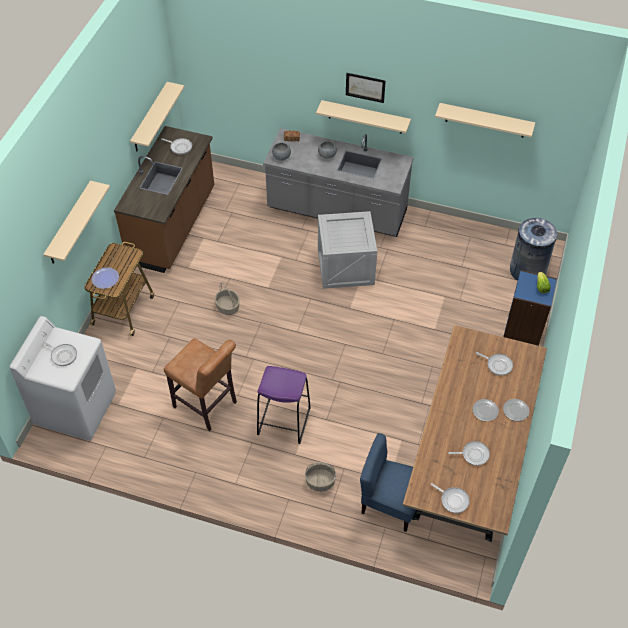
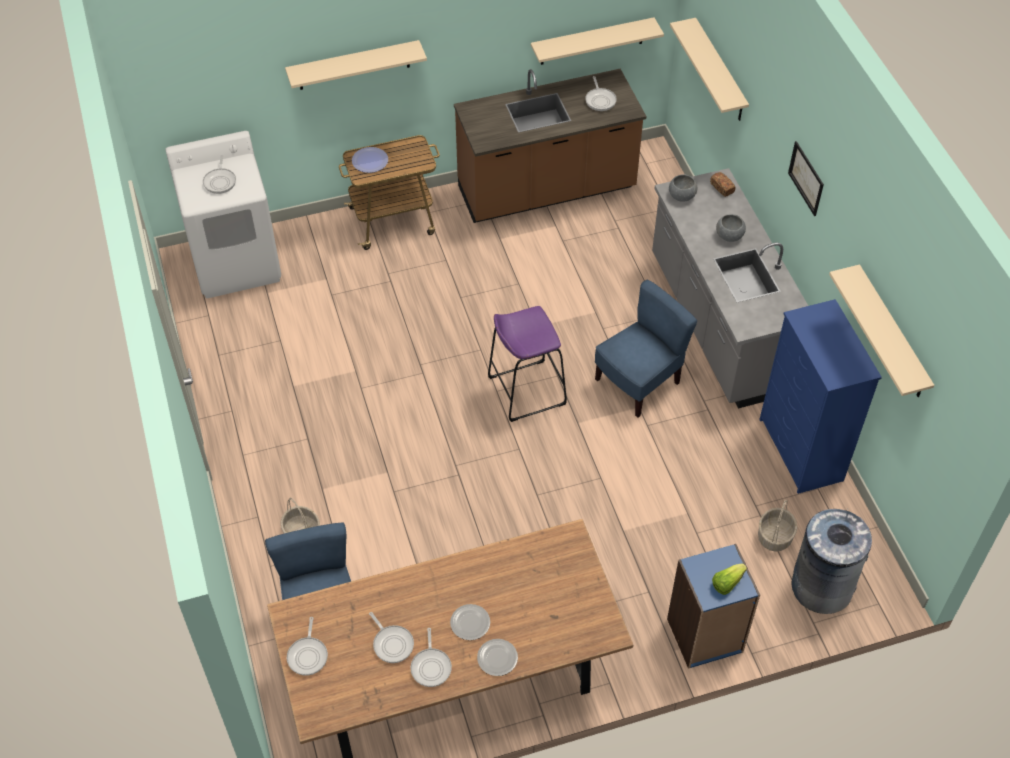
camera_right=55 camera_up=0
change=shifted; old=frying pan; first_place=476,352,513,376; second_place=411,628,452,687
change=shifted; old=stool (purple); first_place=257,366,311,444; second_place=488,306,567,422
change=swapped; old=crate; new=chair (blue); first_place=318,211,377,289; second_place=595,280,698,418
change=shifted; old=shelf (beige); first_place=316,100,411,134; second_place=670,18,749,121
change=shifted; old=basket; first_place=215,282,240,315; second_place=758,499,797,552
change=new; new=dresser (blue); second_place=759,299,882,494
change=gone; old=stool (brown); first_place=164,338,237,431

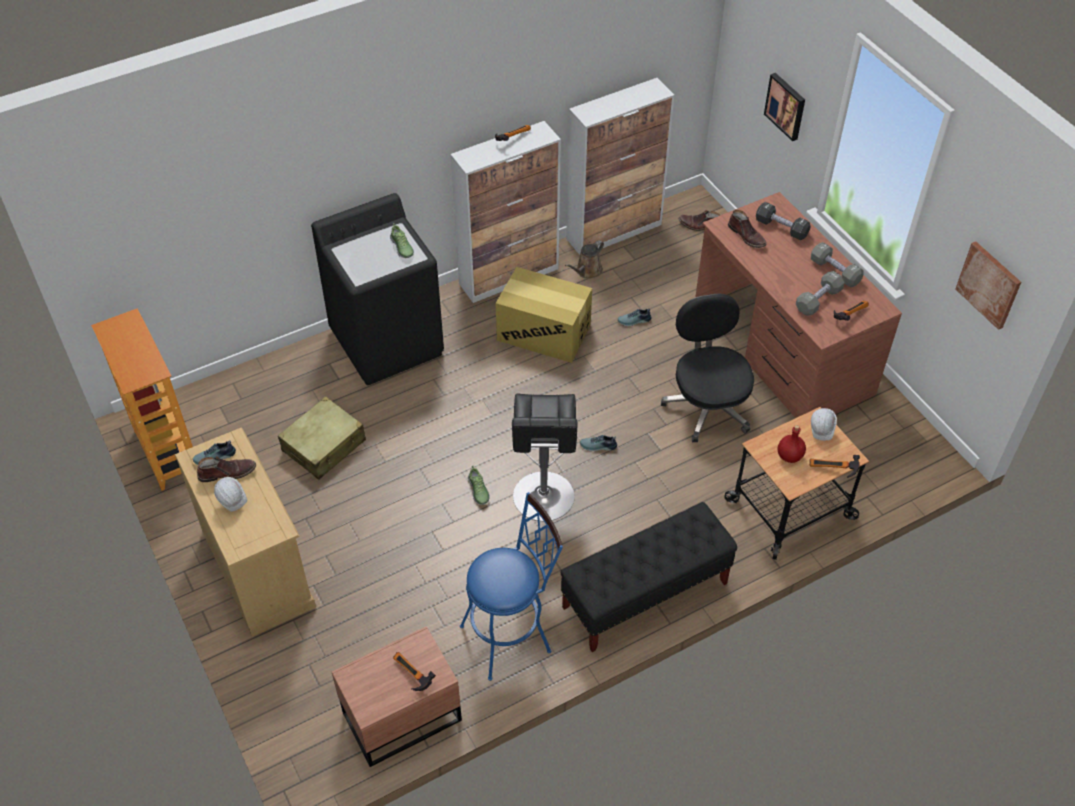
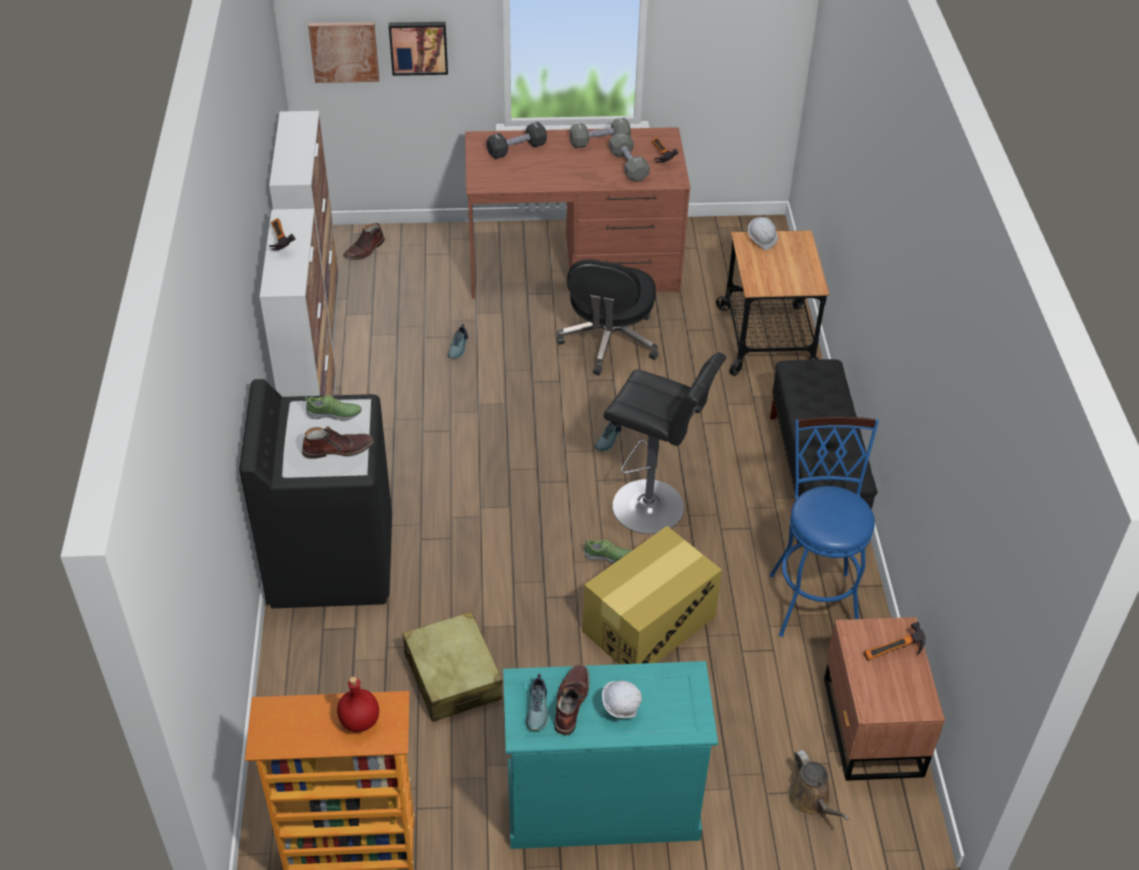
camera_right=-65 camera_up=-5
change=shifted; old=boot (brown); first_place=728,210,766,248; second_place=302,426,374,459
change=shifted; old=picture; first_place=955,241,1021,330; second_place=308,22,379,83
change=shifted; old=bottle (red); first_place=777,425,806,463; second_place=337,676,379,732
change=repainted; old=dresser (beige); new=dresser (turquoise); first_place=175,428,316,637; second_place=503,661,718,849
change=rotated; old=office chair (black); first_place=661,294,754,442; second_place=557,259,659,376; degrees=-90
change=shifted; old=cardboard box; first_place=496,267,592,363; second_place=583,526,722,664
change=shifted; old=watering can (brown); first_place=565,240,604,279; second_place=788,750,849,821
change=gone; old=hammer; first_place=809,455,860,478

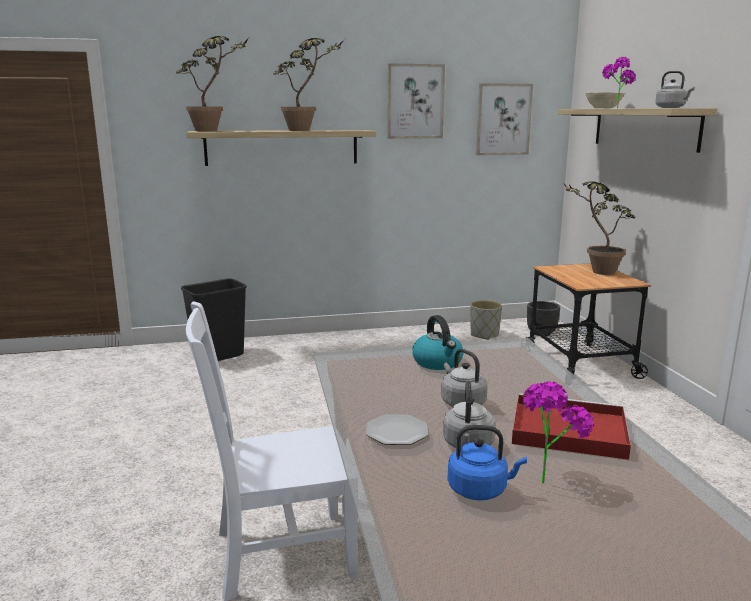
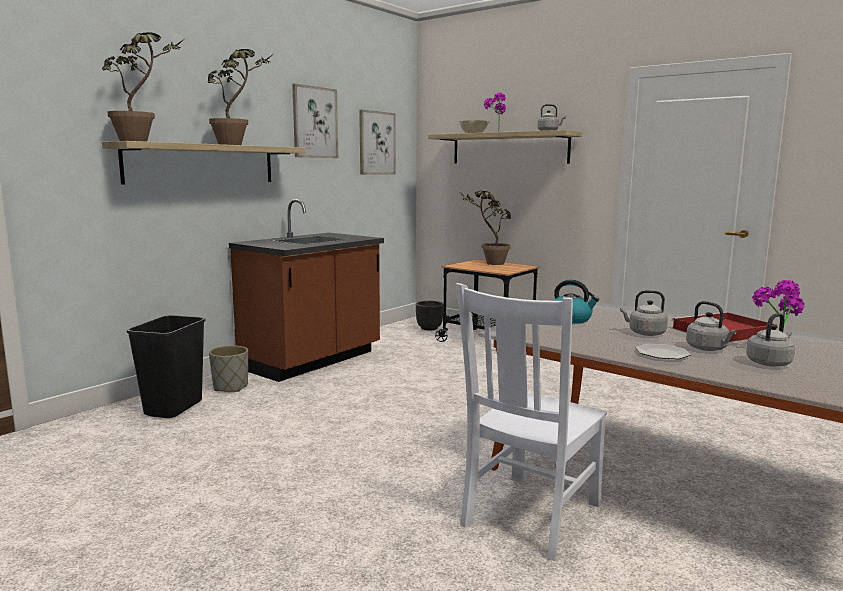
camera_right=-40 camera_up=-5
change=shifted; old=planter (grey); first_place=470,300,502,340; second_place=209,346,248,392
change=new; new=counter (brown); second_place=229,199,384,382
change=repainted; old=kettle (blue); new=kettle (grey); first_place=448,425,527,501; second_place=746,313,795,367

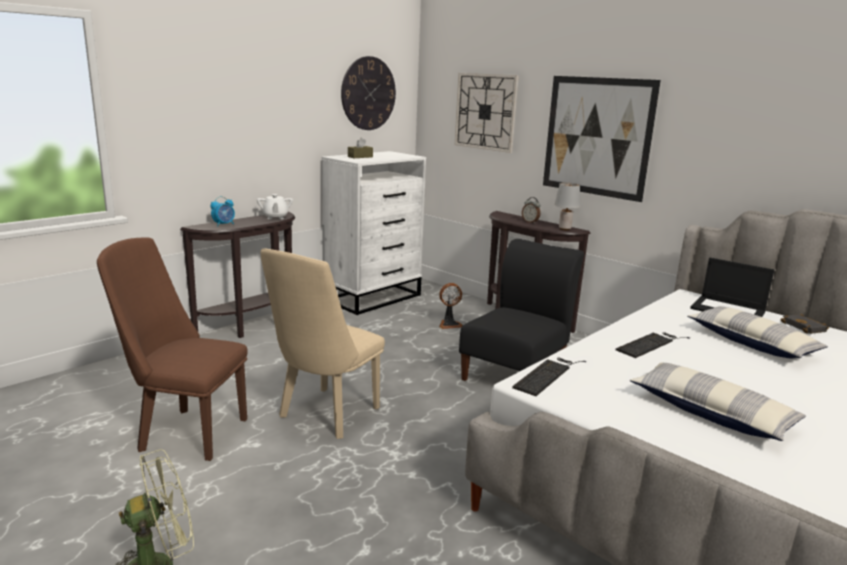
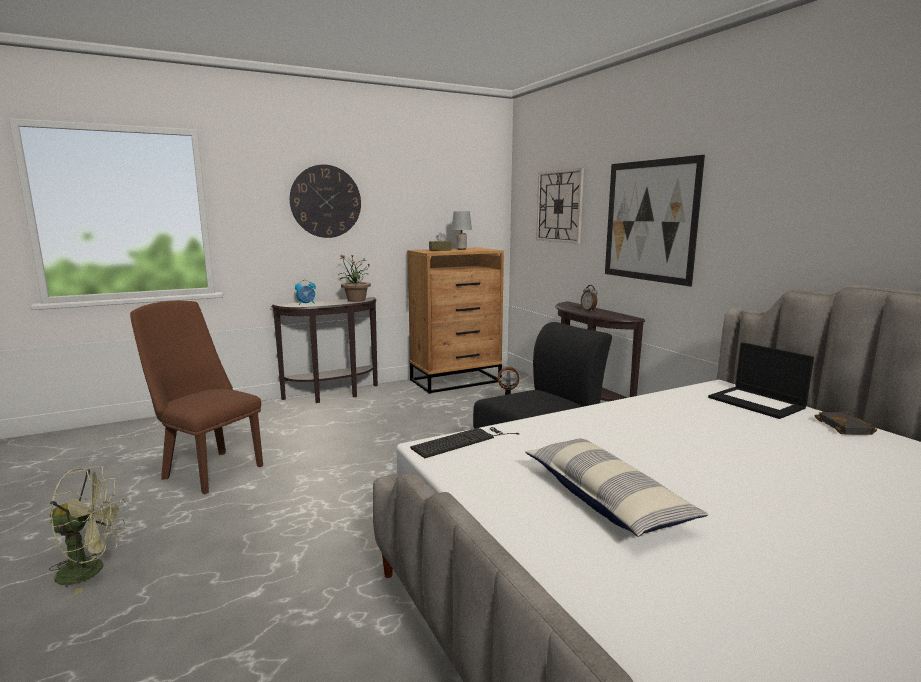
camera_right=20 camera_up=-5
change=shifted; old=wall clock; first_place=341,56,396,130; second_place=290,164,361,238
change=swapped; old=teapot (white); new=potted plant; first_place=257,194,293,219; second_place=338,255,371,302
change=repainted; old=dresser (white); new=dresser (brown); first_place=322,151,426,315; second_place=407,248,504,394
change=shifted; old=table lamp (grey); first_place=555,183,580,230; second_place=451,212,472,250
change=gone; old=chair (beige); first_place=261,248,385,439
change=gone; old=keyboard; first_place=616,332,690,358
change=gone; old=pillow; first_place=688,306,828,358

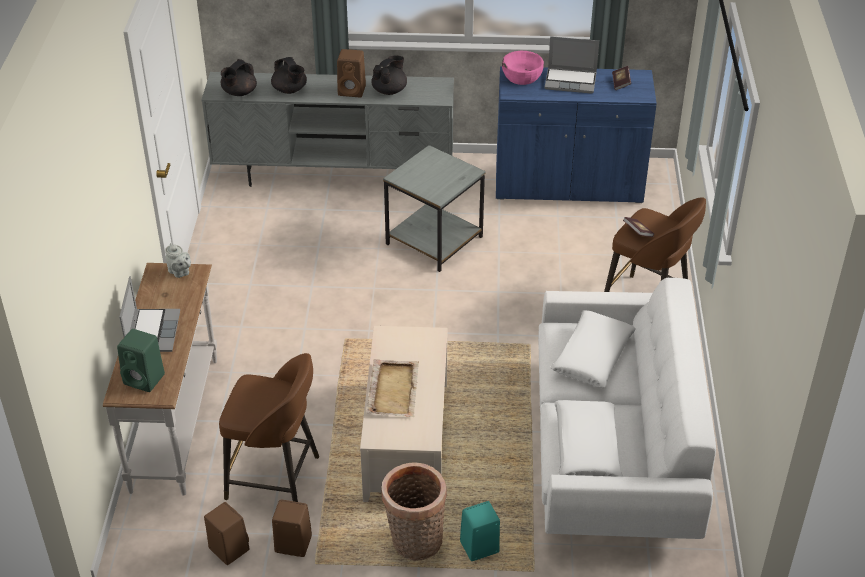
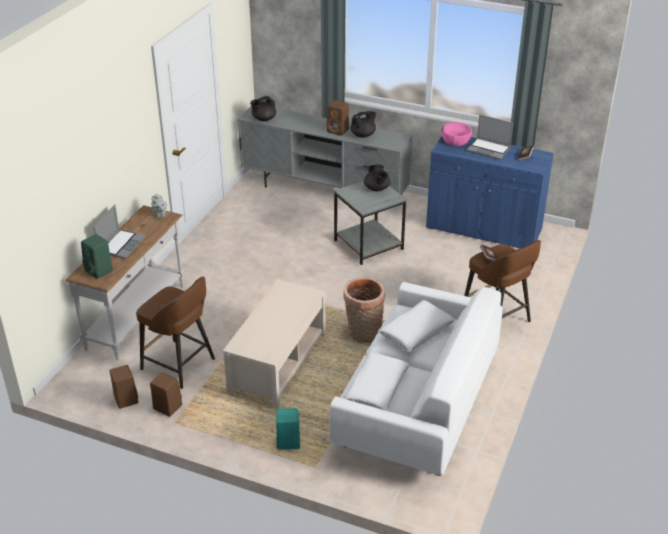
camera_right=20 camera_up=-5
change=shifted; old=basket; first_place=381,462,447,561; second_place=343,277,385,343
change=shifted; old=teapot (black); first_place=271,57,307,94; second_place=364,164,391,191
change=gone; old=tray (beige); first_place=367,359,419,417

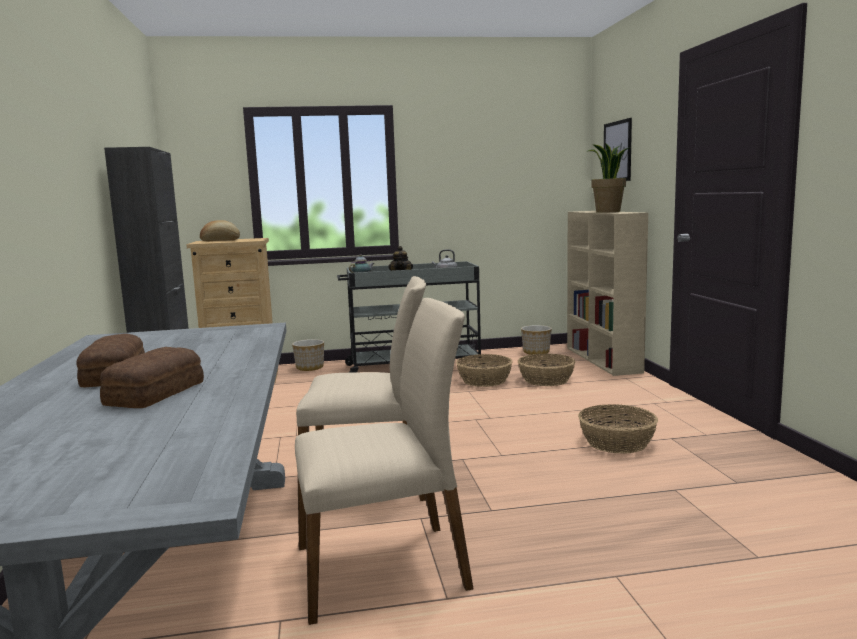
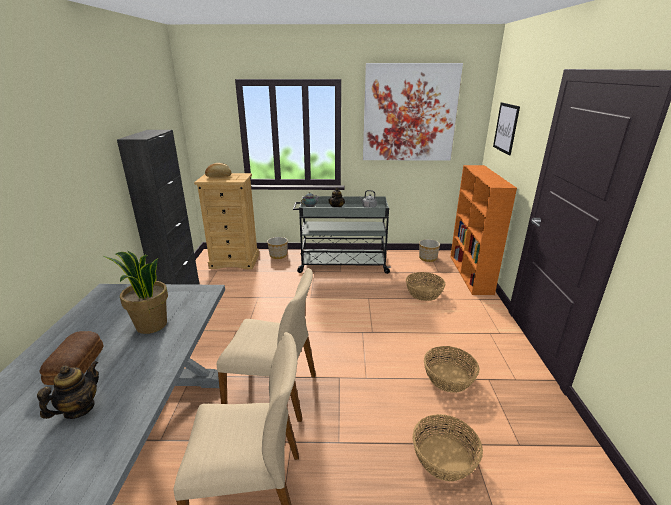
camera_right=10 camera_up=15
change=swapped; old=bread; new=teapot; first_place=100,347,204,408; second_place=37,361,99,419
change=shifted; old=potted plant; first_place=587,143,631,213; second_place=103,251,168,334
change=new; new=picture; second_place=363,63,463,161
change=shifted; old=basket; first_place=456,354,513,387; second_place=412,414,483,481
change=repainted; old=bookcase (beige); new=bookcase (orange); first_place=567,211,648,376; second_place=450,165,517,295

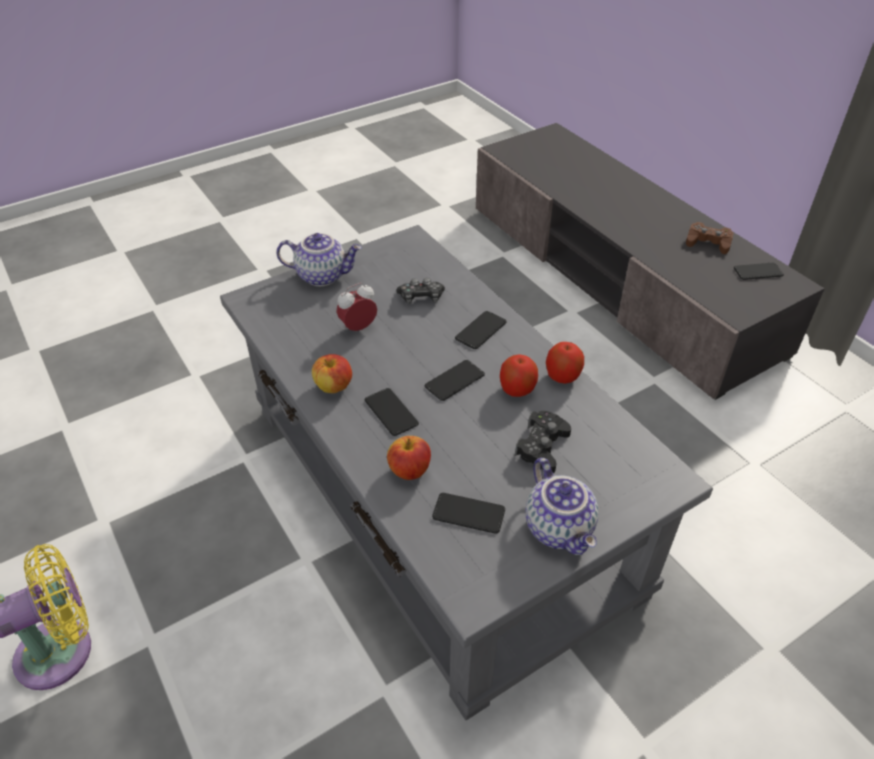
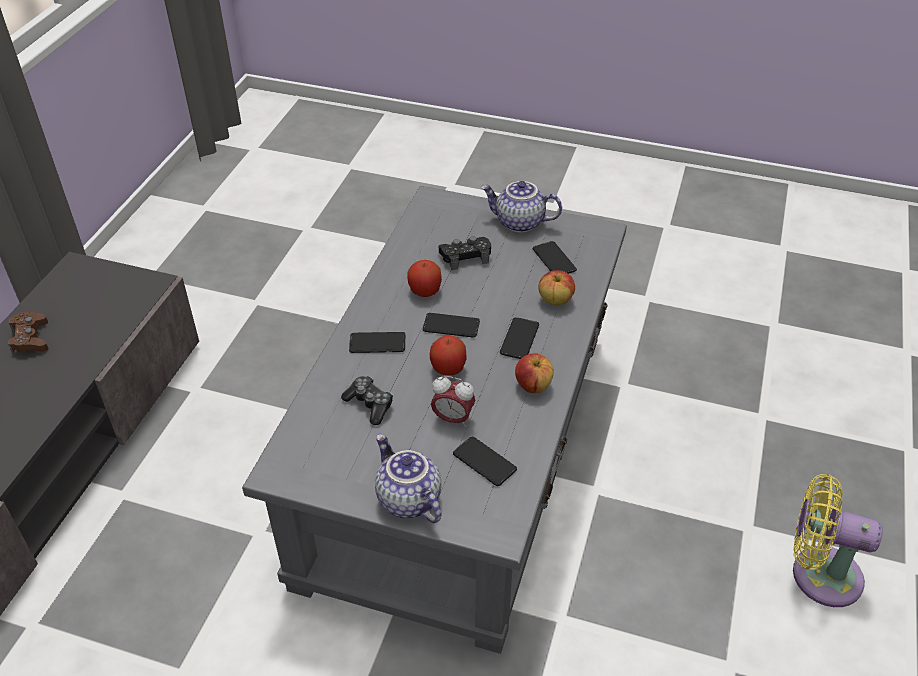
camera_right=-130 camera_up=0
change=shifted; old=apple; first_place=546,342,584,384; second_place=430,335,467,375
change=shifted; old=phone; first_place=734,263,784,280; second_place=453,437,517,486
change=rotated; old=teapot; first_place=526,458,599,555; second_place=481,181,562,233; degrees=-105

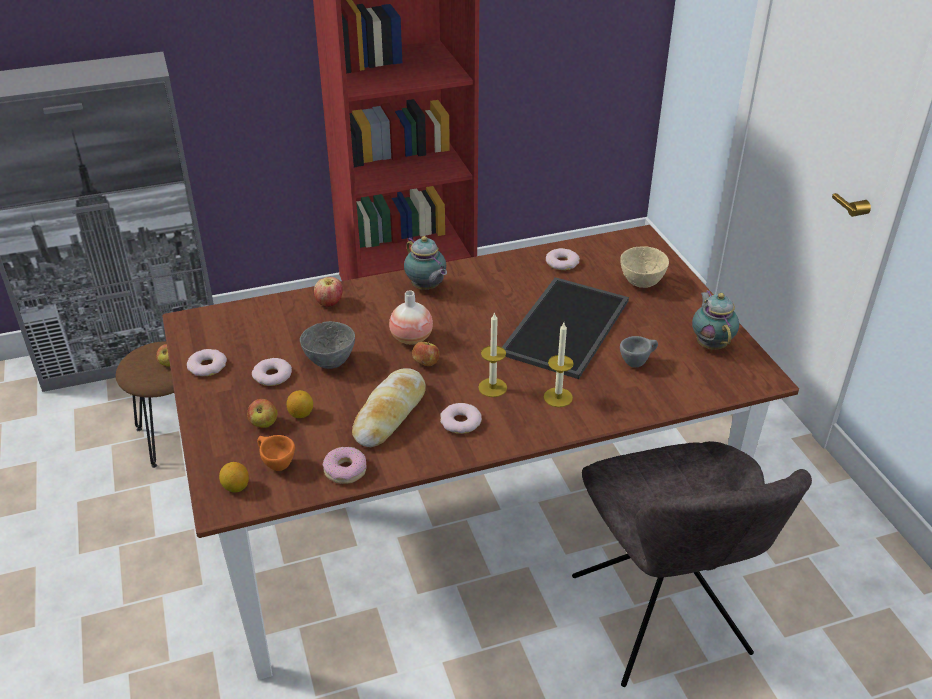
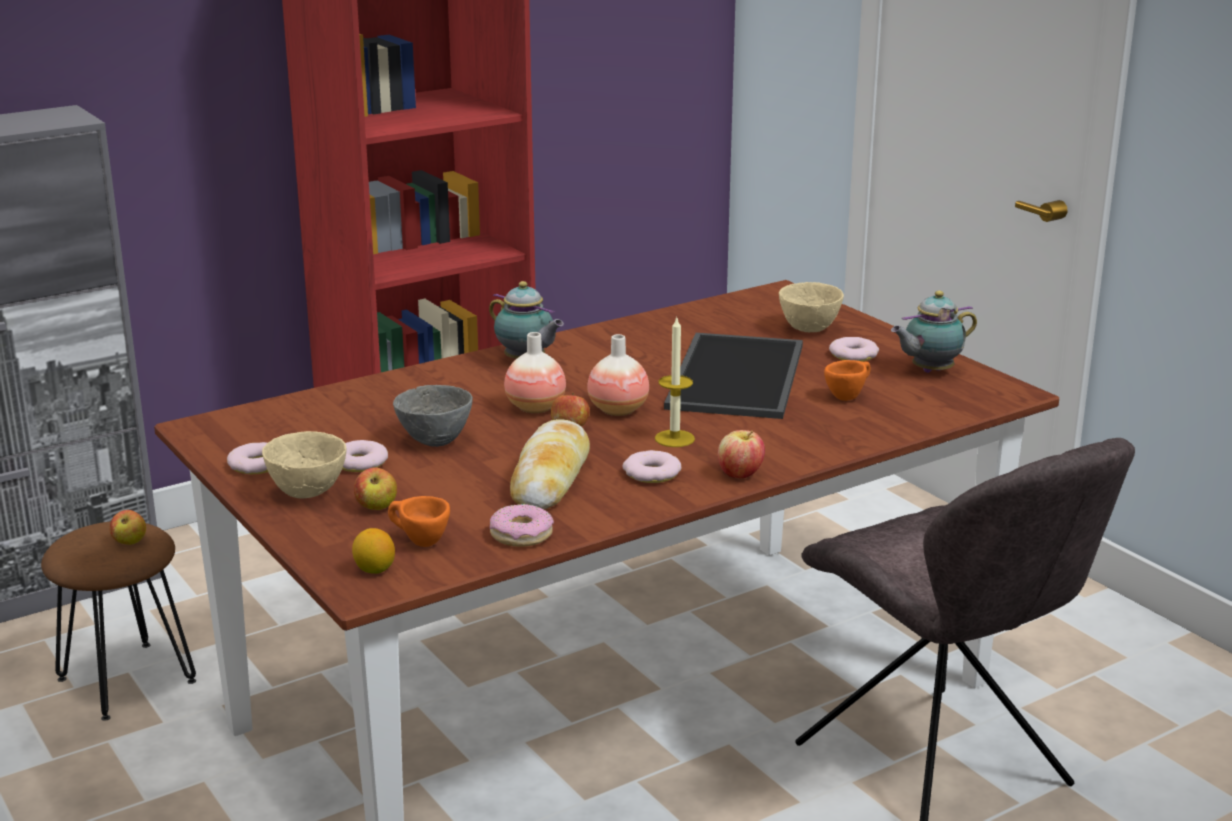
camera_right=-15 camera_up=-15
change=new; new=bowl (beige); second_place=262,431,347,498
change=new; new=vase; second_place=587,334,649,416
change=shifted; old=apple; first_place=314,277,343,307; second_place=718,430,765,478
change=repainted; old=cup (grey); new=cup (orange); first_place=620,336,658,367; second_place=824,360,871,401
change=shifted; old=donut; first_place=546,248,580,270; second_place=829,337,879,362
change=rotated; old=teapot; first_place=692,290,739,350; second_place=891,291,977,373; degrees=-90
change=gone; old=lemon; first_place=287,390,313,418
change=gone; old=candle; first_place=544,323,574,407

